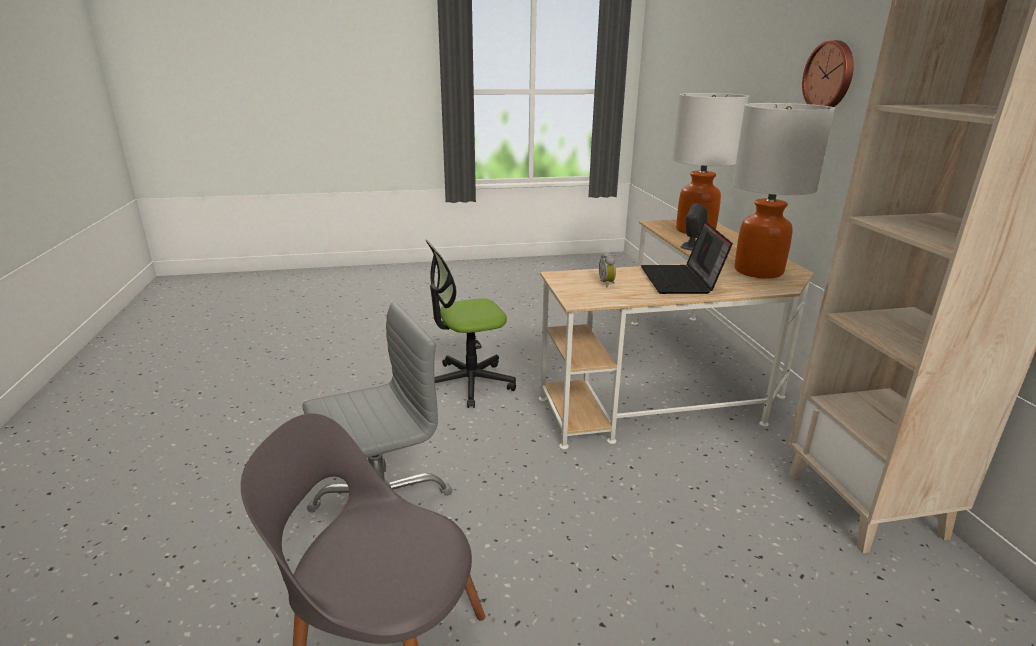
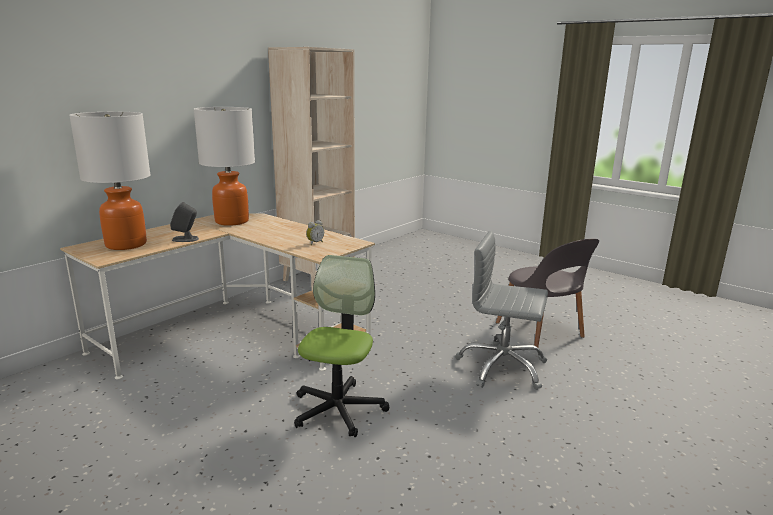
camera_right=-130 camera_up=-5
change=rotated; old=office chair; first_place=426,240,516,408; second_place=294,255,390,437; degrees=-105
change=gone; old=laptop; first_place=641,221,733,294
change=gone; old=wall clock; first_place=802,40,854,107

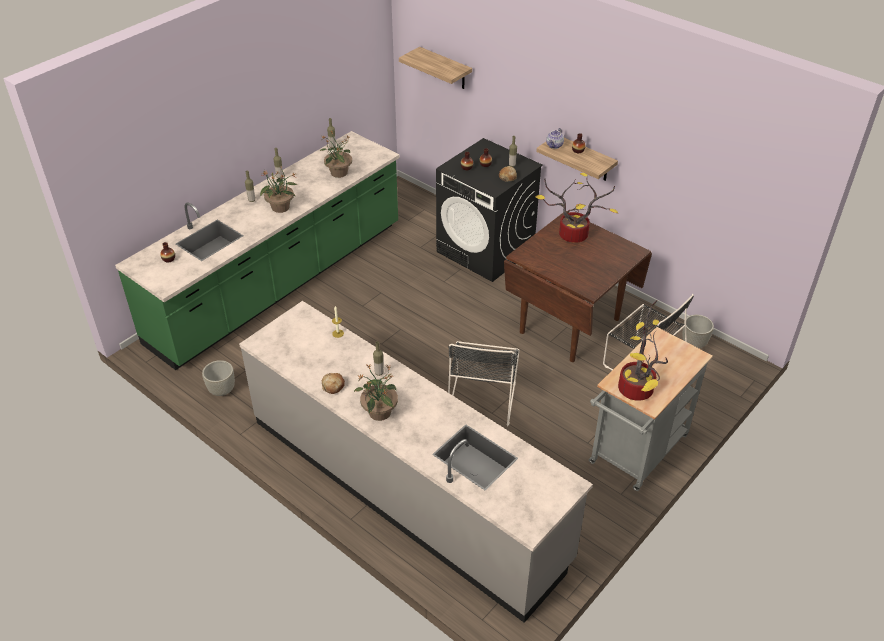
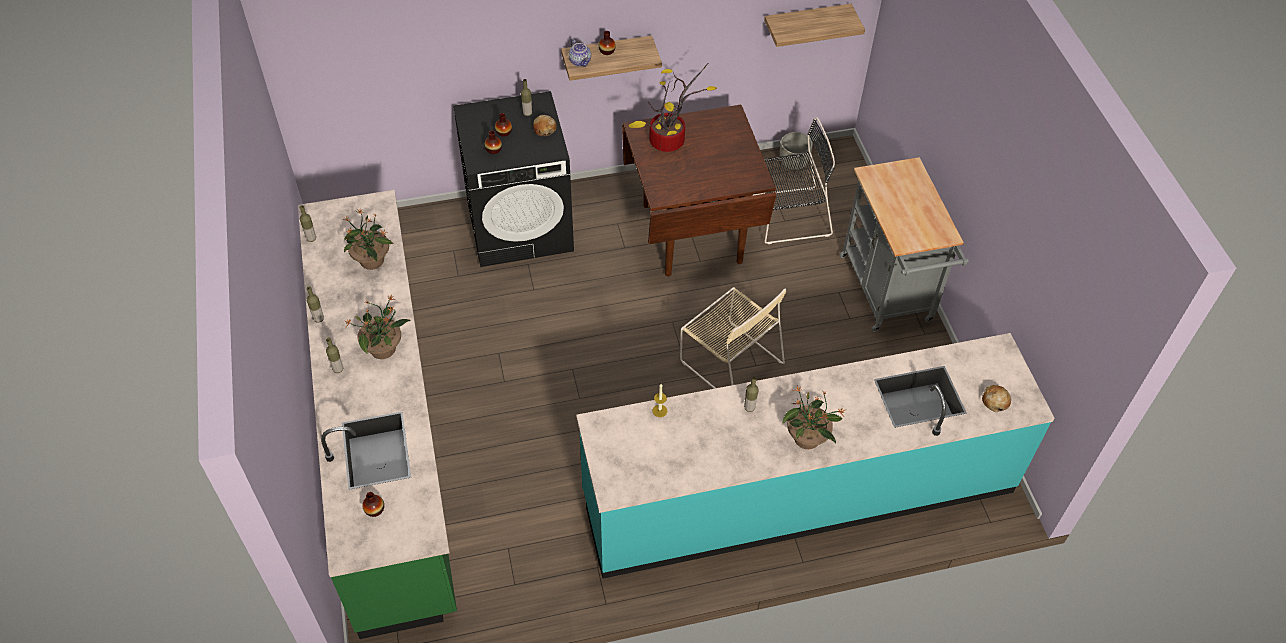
camera_right=-55 camera_up=10
change=repainted; old=counter (grey); new=counter (turquoise); first_place=239,301,593,623; second_place=576,333,1055,579
change=repainted; old=chair (black); new=chair (beige); first_place=448,341,520,426; second_place=680,287,786,389
change=shifted; old=shelf; first_place=399,47,472,89; second_place=764,4,865,47
change=shifted; old=bread; first_place=322,373,345,394; second_place=982,385,1011,412
change=gone; old=planter (grey); first_place=202,360,235,396
change=gone; old=potted plant; first_place=618,300,668,401

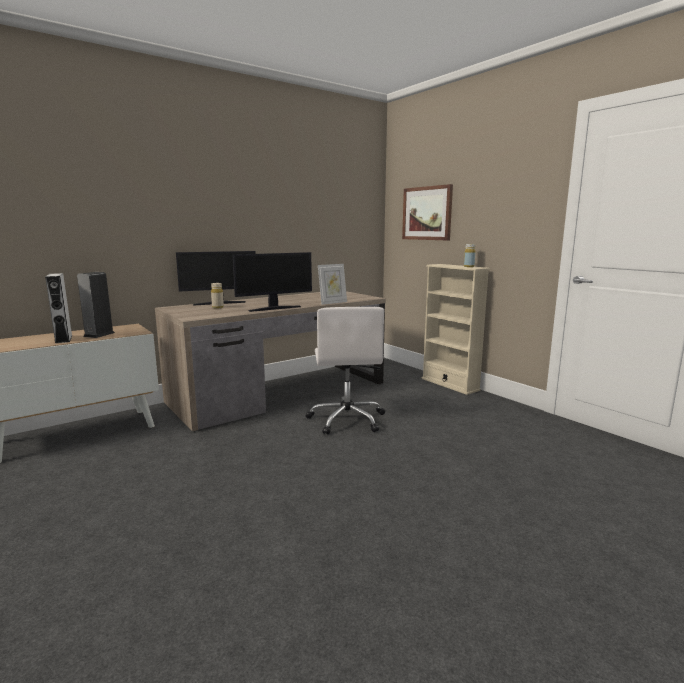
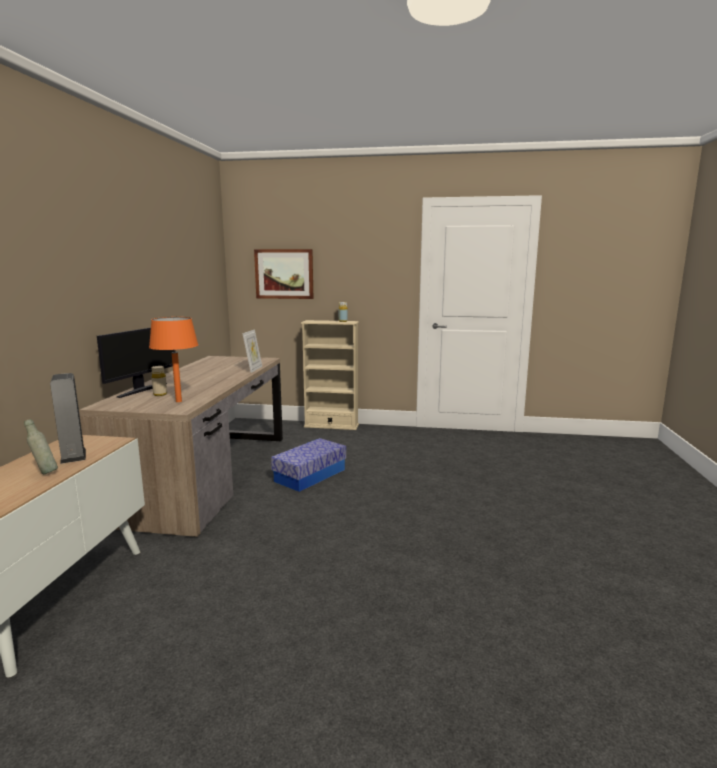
camera_right=-45 camera_up=0
change=swapped; old=speaker (grey); new=bottle (grey); first_place=45,273,72,343; second_place=24,419,58,475
change=new; new=table lamp (orange); second_place=149,317,198,402
change=swapped; old=office chair (white); new=storage box; first_place=305,307,385,435; second_place=271,438,346,492
change=gone; old=monitor; first_place=233,252,312,312

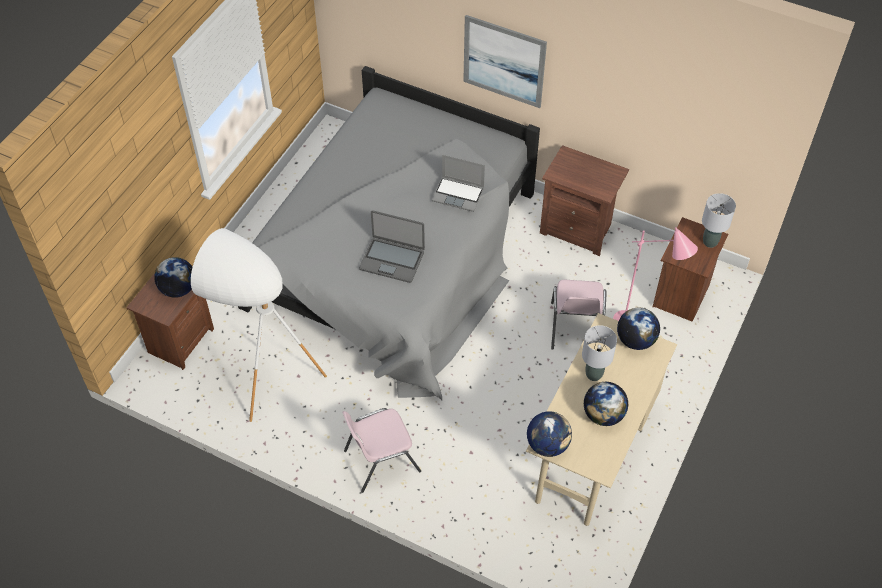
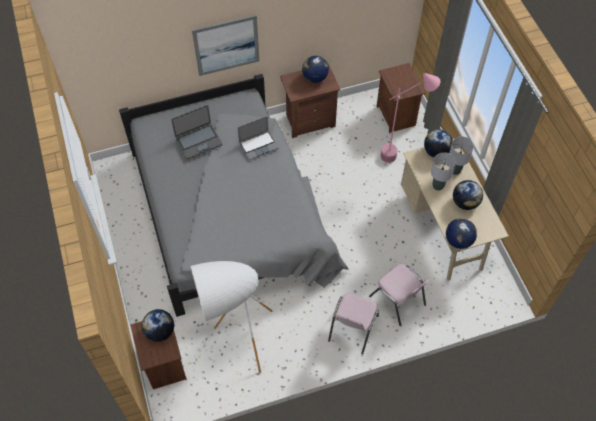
camera_right=-45 camera_up=5
change=shifted; old=laptop; first_place=359,210,425,283; second_place=171,105,222,159
change=new; new=globe; second_place=302,56,329,83
change=shifted; old=chair (pink); first_place=551,280,606,350; second_place=369,264,429,326
change=shifted; old=table lamp (grey); first_place=702,193,736,248; second_place=449,137,474,175

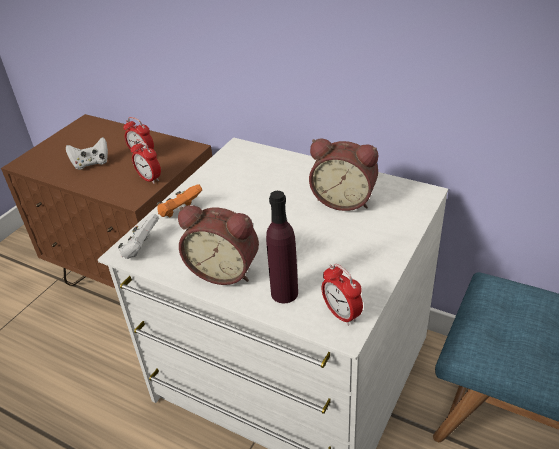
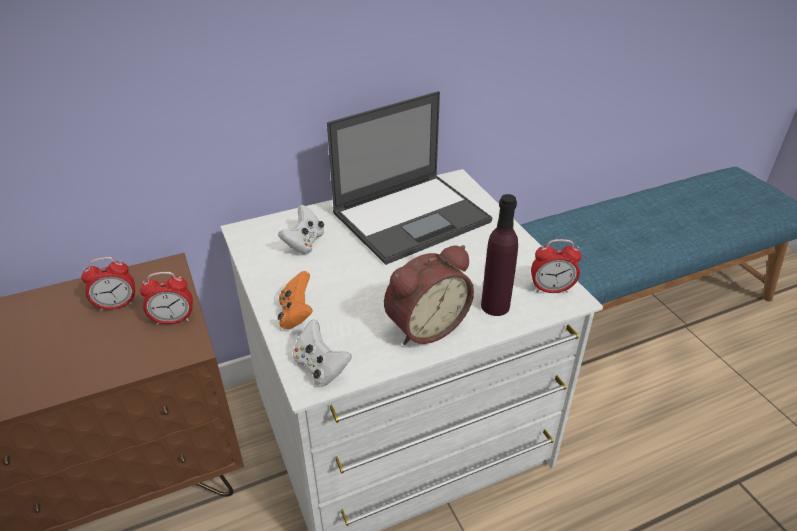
camera_right=-55 camera_up=0
change=shifted; old=game controller (white); first_place=66,137,108,170; second_place=278,205,324,254
change=swapped; old=alarm clock; new=laptop; first_place=309,138,378,211; second_place=327,91,493,265

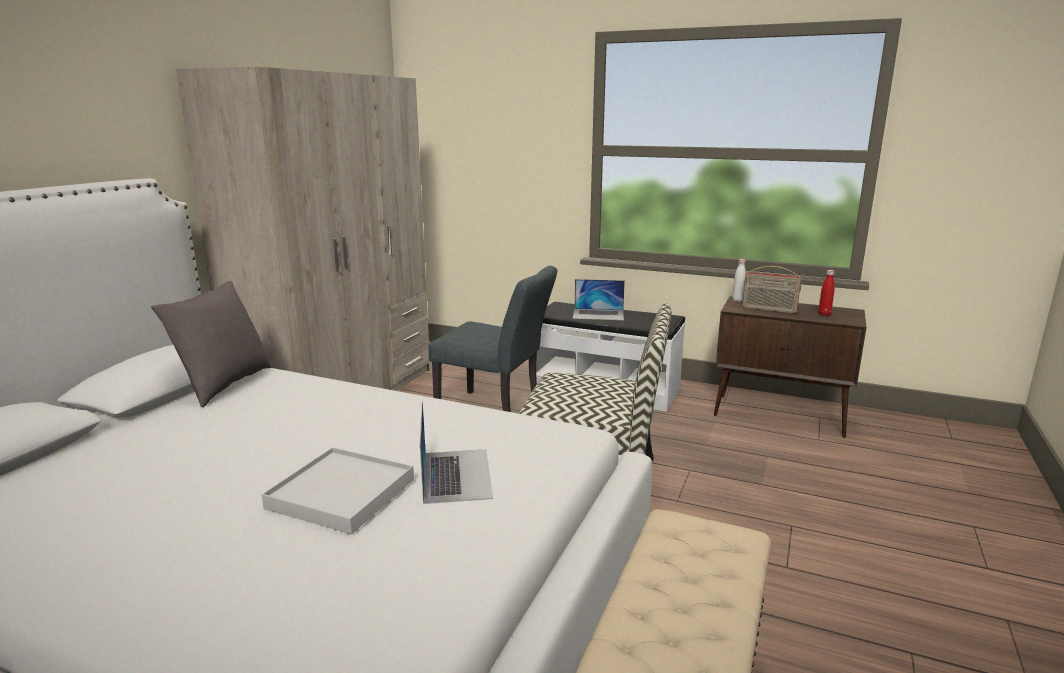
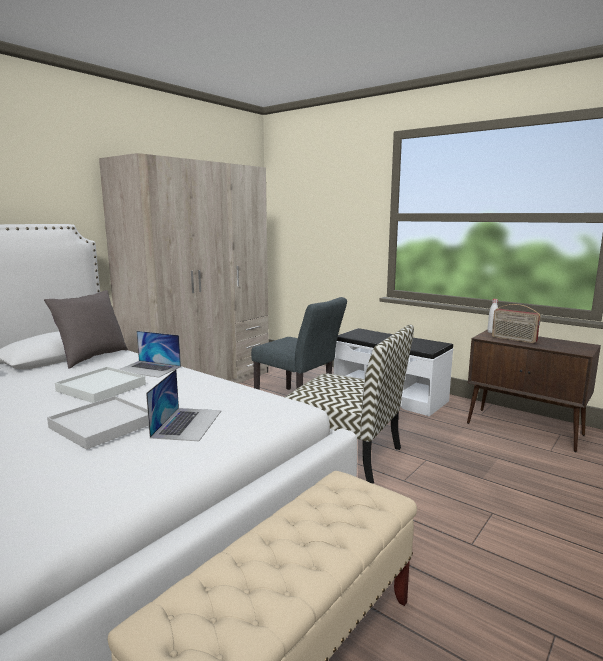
camera_right=15 camera_up=-5
change=new; new=tray (white); second_place=55,367,146,403
change=shifted; old=laptop; first_place=573,279,625,320; second_place=119,331,181,378
change=gone; old=bottle (red); first_place=818,270,835,316

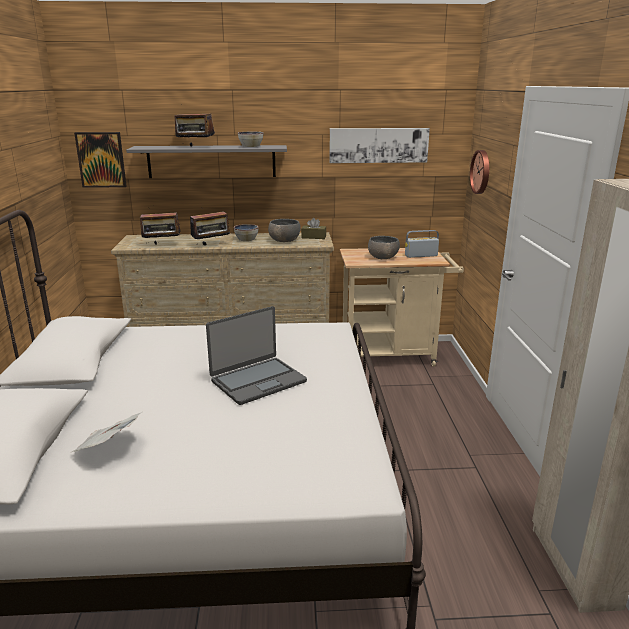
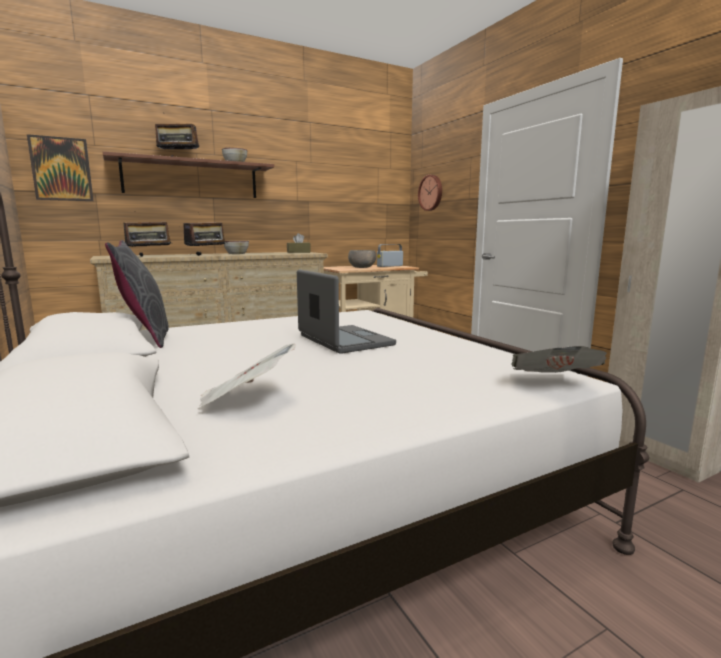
camera_right=-25 camera_up=-10
change=repainted; old=shelf (grey); new=shelf (brown); first_place=126,145,287,178; second_place=103,151,274,198
change=new; new=pillow (grey); second_place=105,240,169,348
change=rotated; old=laptop; first_place=206,306,307,405; second_place=297,269,396,354; degrees=-60
change=new; new=newspaper; second_place=512,346,607,373
change=gone; old=bowl (grey); first_place=268,219,301,242
change=gone; old=picture; first_place=329,128,430,163

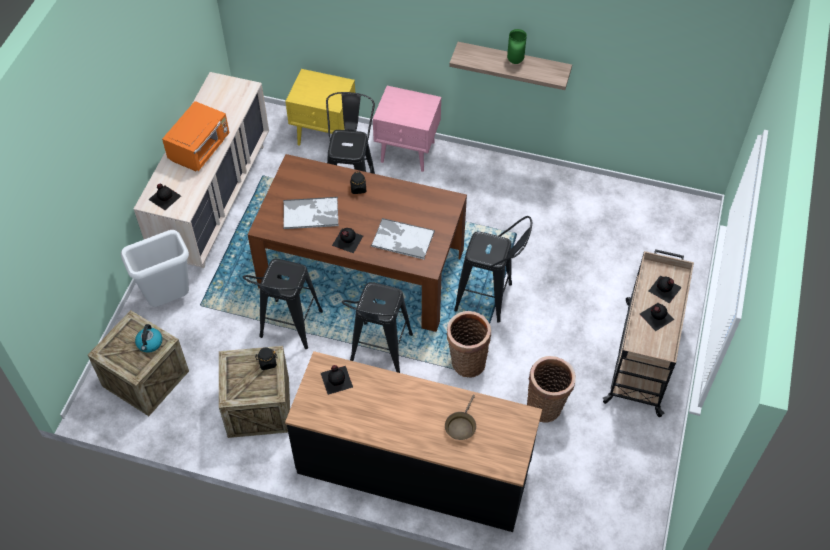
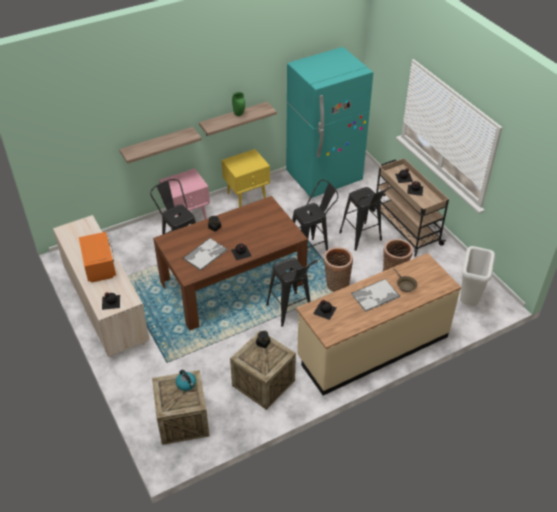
camera_right=-45 camera_up=-10
change=new; new=shelf; second_place=119,127,202,164
change=shifted; old=nightstand (yellow); first_place=285,69,355,146; second_place=221,149,270,207
change=new; new=fridge (turquoise); second_place=286,47,373,198
change=repainted; old=counter (black); new=counter (beige); first_place=285,351,542,532; second_place=296,253,461,395
change=shifted; old=stool (black); first_place=243,259,323,349; second_place=339,186,393,251
change=shifted; old=tray; first_place=371,218,435,260; second_place=351,279,400,312
change=shifted; old=trash can (white); first_place=121,230,189,307; second_place=460,246,495,306

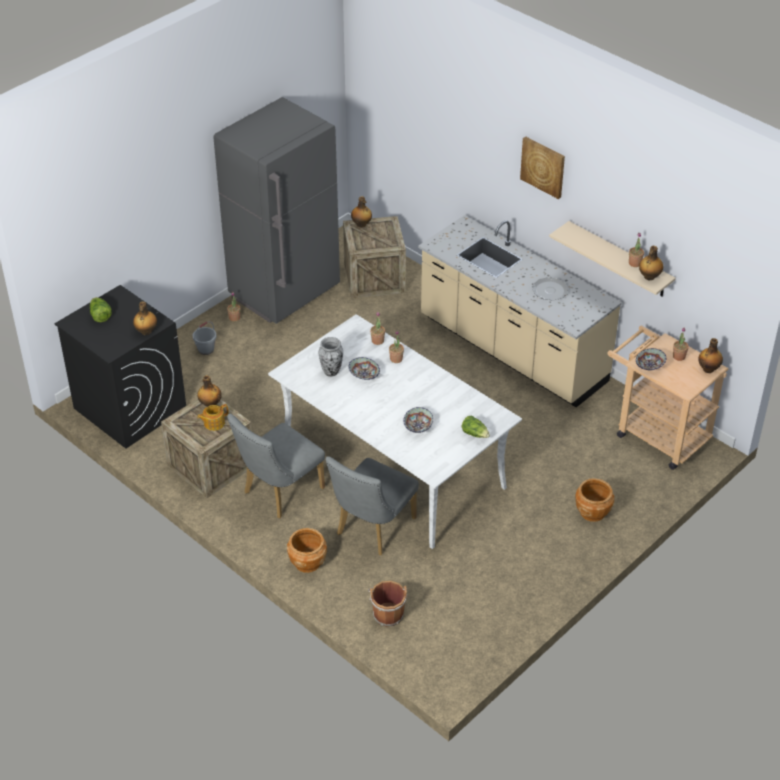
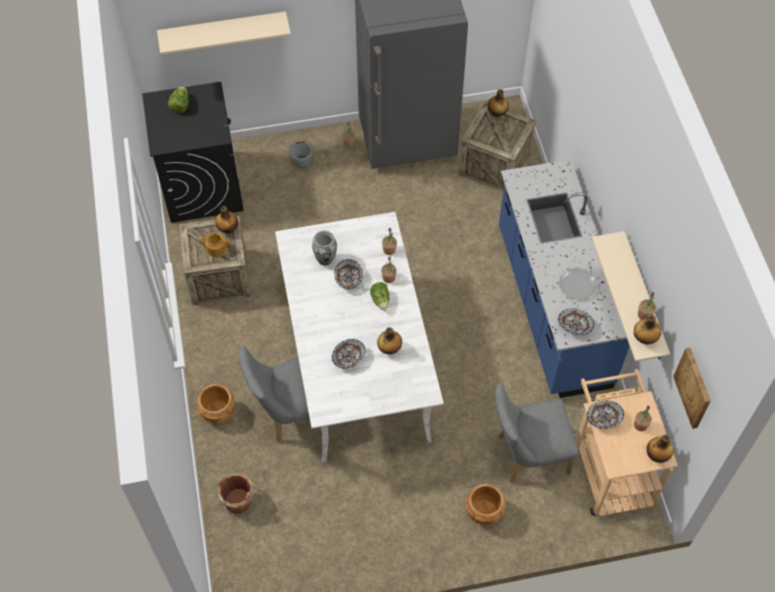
camera_right=35 camera_up=15
change=new; new=shelf (beige); second_place=157,11,291,55
change=shifted; old=lettuce; first_place=462,416,490,438; second_place=370,282,390,311
change=shifted; old=bottle; first_place=133,302,157,335; second_place=377,327,402,354
change=shifted; old=chair (grey); first_place=227,414,325,518; second_place=495,383,579,483
change=repainted; old=counter (beige); new=counter (blue); first_place=418,215,622,407; second_place=499,159,629,398
change=new; new=bowl; second_place=558,309,594,335
change=shifted; old=picture; first_place=520,136,565,199; second_place=673,348,711,429

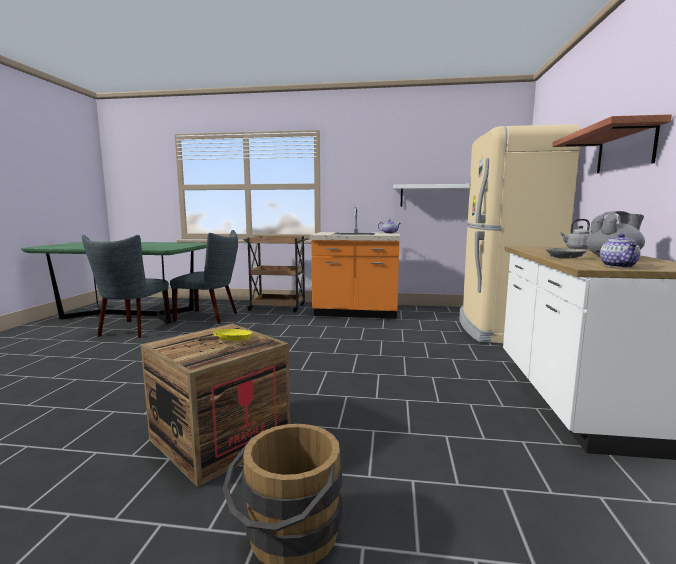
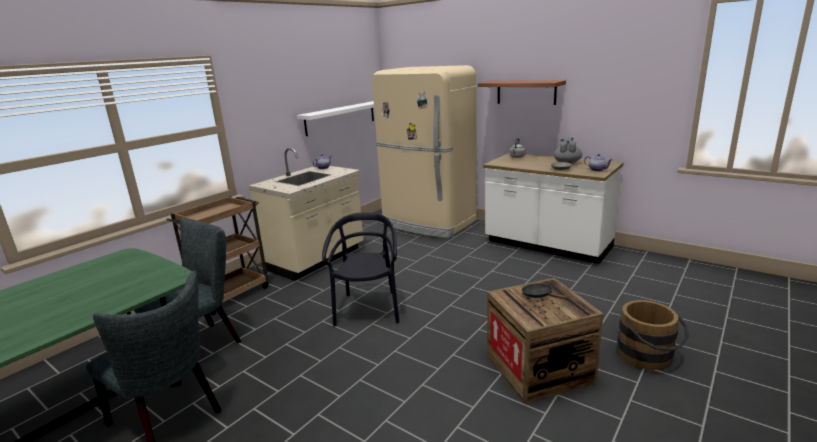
camera_right=-60 camera_up=10
change=repainted; old=counter (orange); new=counter (beige); first_place=310,207,400,319; second_place=249,148,363,281
change=new; new=chair (black); second_place=322,212,399,327
change=repainted; old=frying pan (yellow); new=frying pan (black); first_place=197,329,253,341; second_place=522,283,569,300

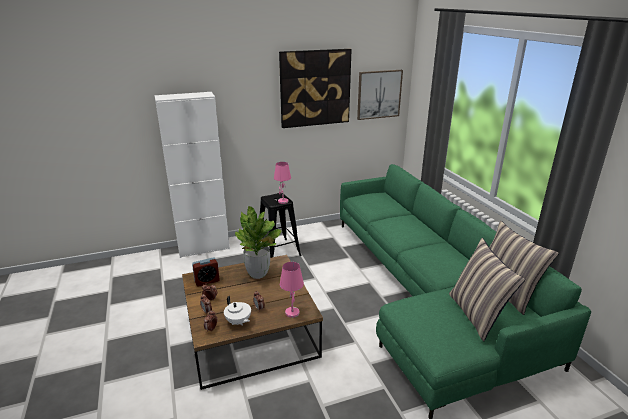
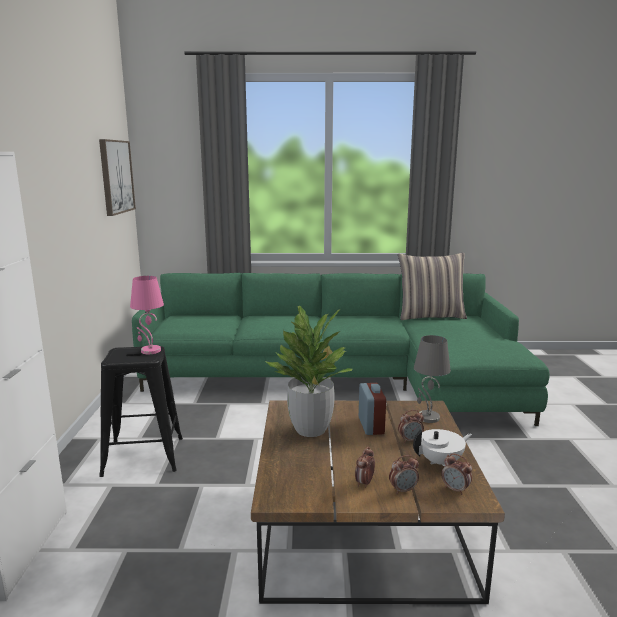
camera_right=-70 camera_up=-10
change=shifted; old=alarm clock; first_place=192,257,220,287; second_place=359,383,386,435
change=repainted; old=table lamp (pink); new=table lamp (grey); first_place=280,262,304,318; second_place=414,335,451,423
change=gone; old=picture; first_place=279,49,352,128
change=gone; old=pillow; first_place=449,238,525,341

